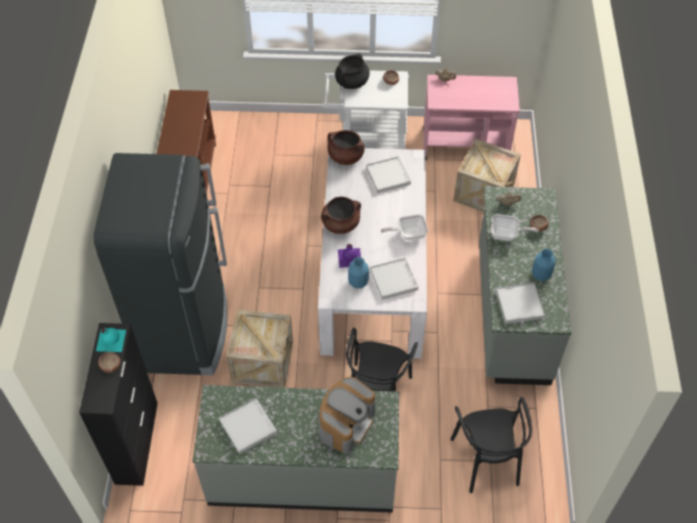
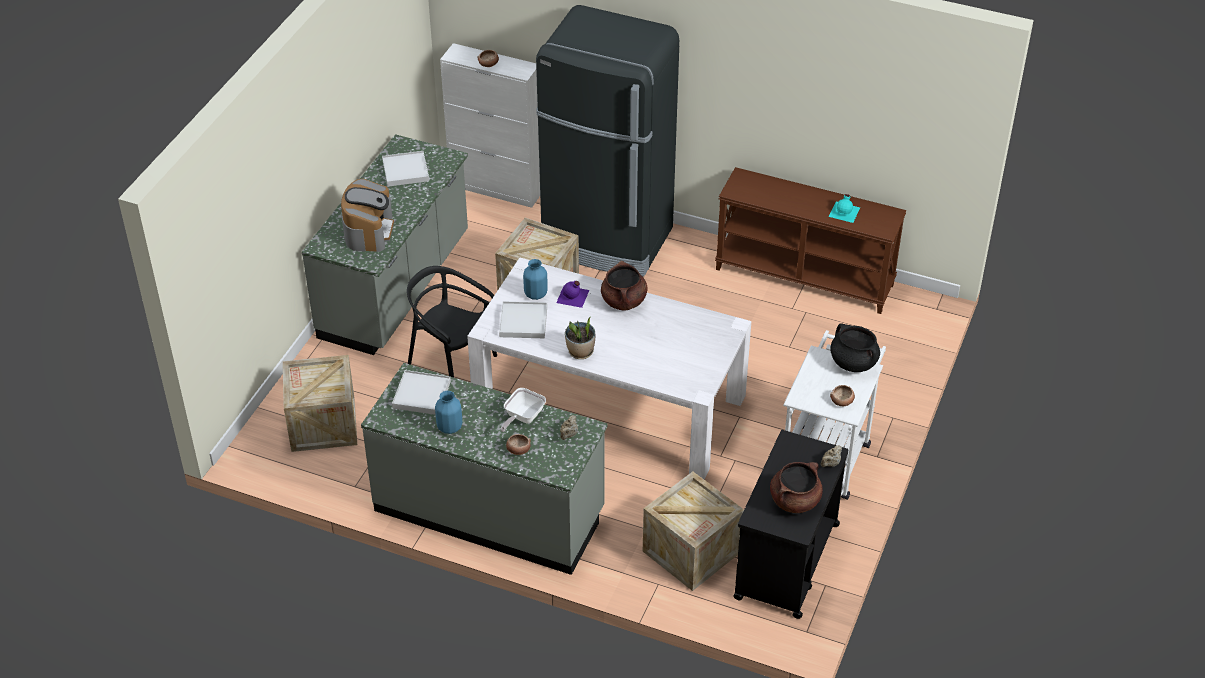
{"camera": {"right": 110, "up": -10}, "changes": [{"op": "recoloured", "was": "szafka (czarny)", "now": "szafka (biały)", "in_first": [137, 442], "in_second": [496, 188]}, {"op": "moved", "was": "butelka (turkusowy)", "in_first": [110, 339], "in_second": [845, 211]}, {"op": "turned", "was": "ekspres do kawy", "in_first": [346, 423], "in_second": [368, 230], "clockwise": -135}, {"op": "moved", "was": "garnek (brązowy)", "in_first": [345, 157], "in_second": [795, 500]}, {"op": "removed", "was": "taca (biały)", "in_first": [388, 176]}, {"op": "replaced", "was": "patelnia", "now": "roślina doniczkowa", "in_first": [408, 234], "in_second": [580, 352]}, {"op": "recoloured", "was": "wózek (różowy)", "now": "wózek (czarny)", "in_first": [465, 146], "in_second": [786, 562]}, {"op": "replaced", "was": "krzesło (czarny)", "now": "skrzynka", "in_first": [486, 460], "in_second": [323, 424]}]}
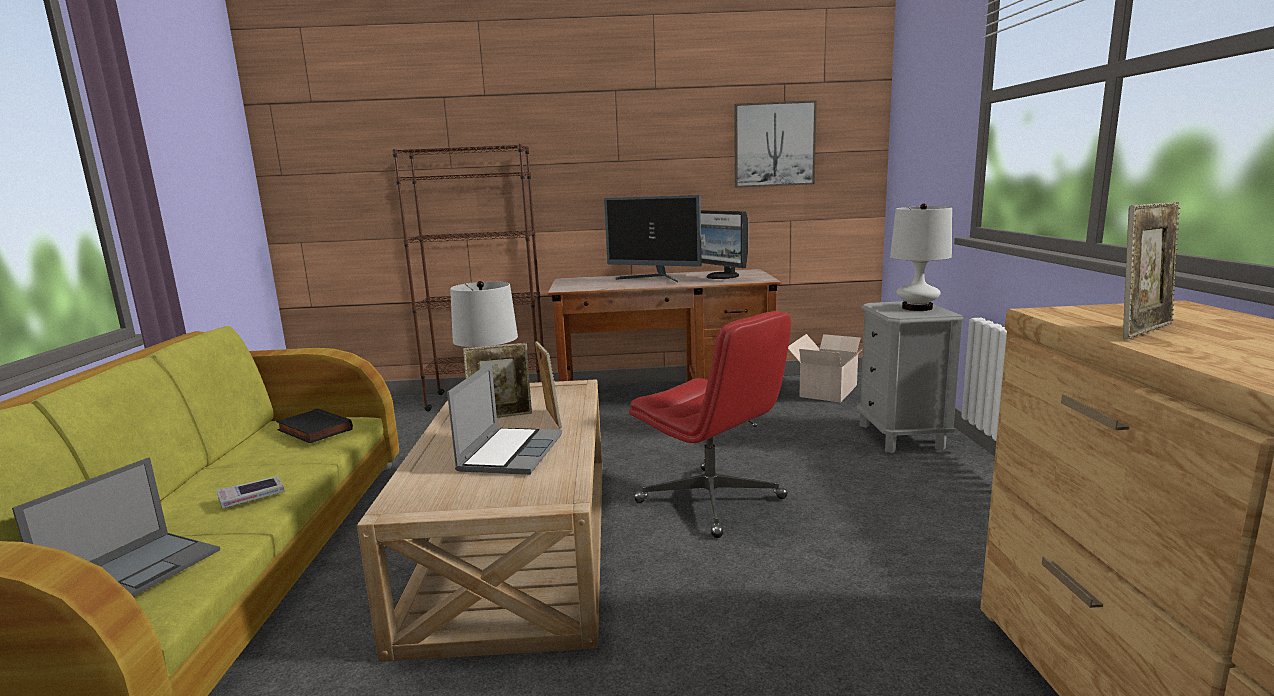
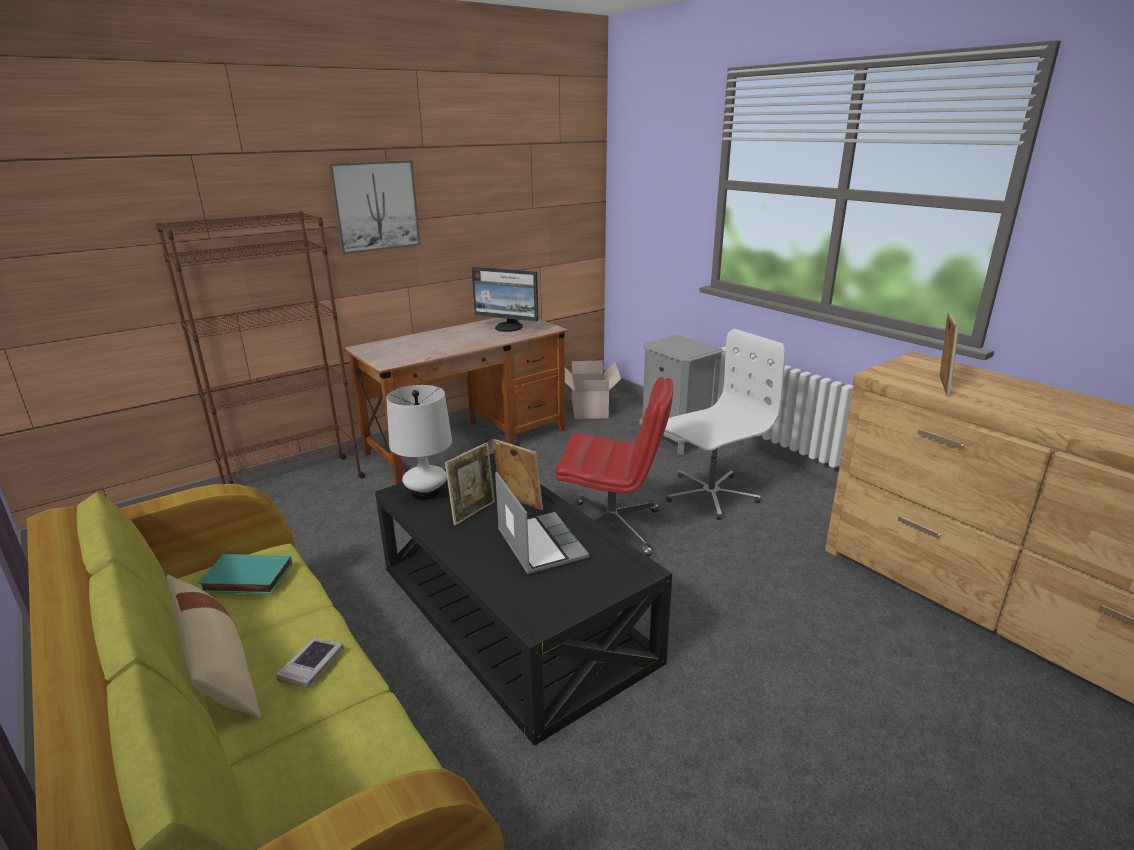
{"camera": {"right": -35, "up": 10}, "changes": [{"op": "removed", "was": "laptop", "in_first": [135, 571]}, {"op": "recoloured", "was": "książka (czarny)", "now": "książka (turkusowy)", "in_first": [313, 430], "in_second": [246, 579]}, {"op": "recoloured", "was": "ława (beżowy)", "now": "ława (czarny)", "in_first": [515, 541], "in_second": [511, 613]}, {"op": "removed", "was": "monitor", "in_first": [655, 279]}, {"op": "moved", "was": "obraz", "in_first": [774, 144], "in_second": [375, 206]}, {"op": "removed", "was": "lampa stołowa (biały)", "in_first": [917, 308]}, {"op": "added", "now": "poduszka (beżowy)", "in_second": [219, 670]}, {"op": "added", "now": "krzesło biurowe (biały)", "in_second": [710, 494]}]}
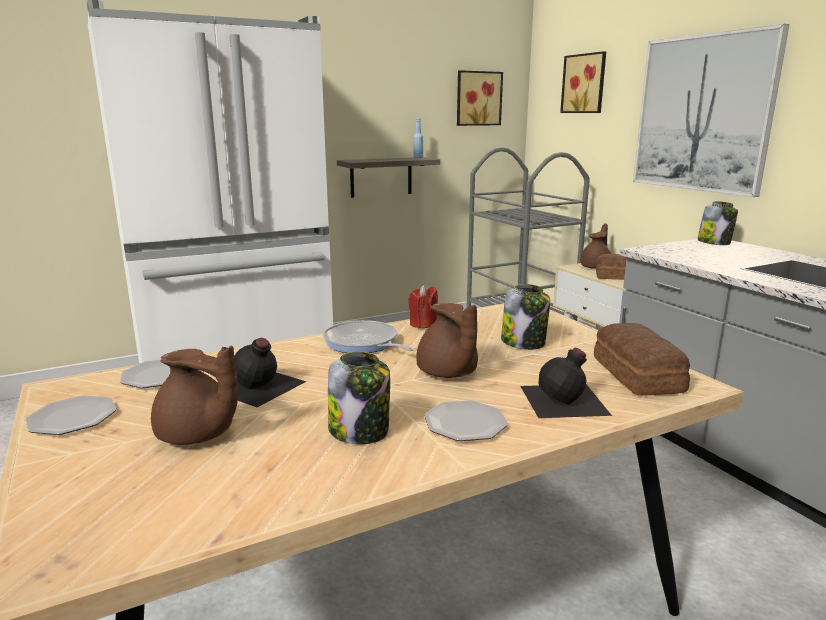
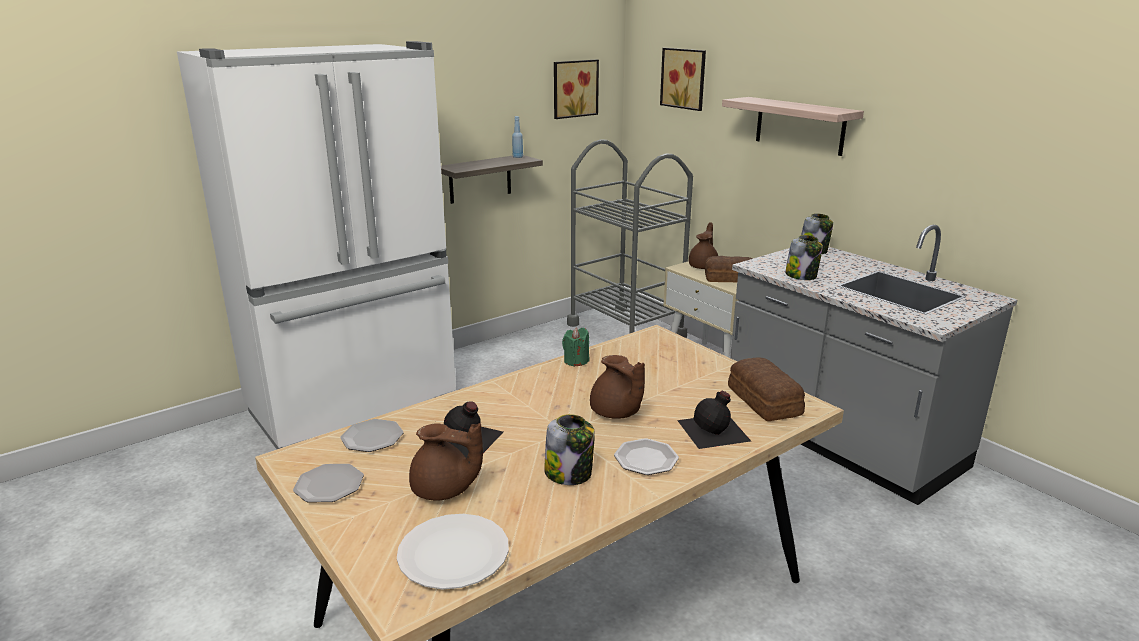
{"camera": {"right": -10, "up": 5}, "changes": [{"op": "removed", "was": "patelnia", "in_first": [363, 343]}, {"op": "recoloured", "was": "świeca (czerwony)", "now": "świeca (zielony)", "in_first": [423, 324], "in_second": [576, 361]}, {"op": "moved", "was": "słoik", "in_first": [524, 343], "in_second": [801, 276]}, {"op": "replaced", "was": "obraz", "now": "półka", "in_first": [702, 114], "in_second": [799, 125]}, {"op": "added", "now": "talerz (biały)", "in_second": [454, 553]}]}
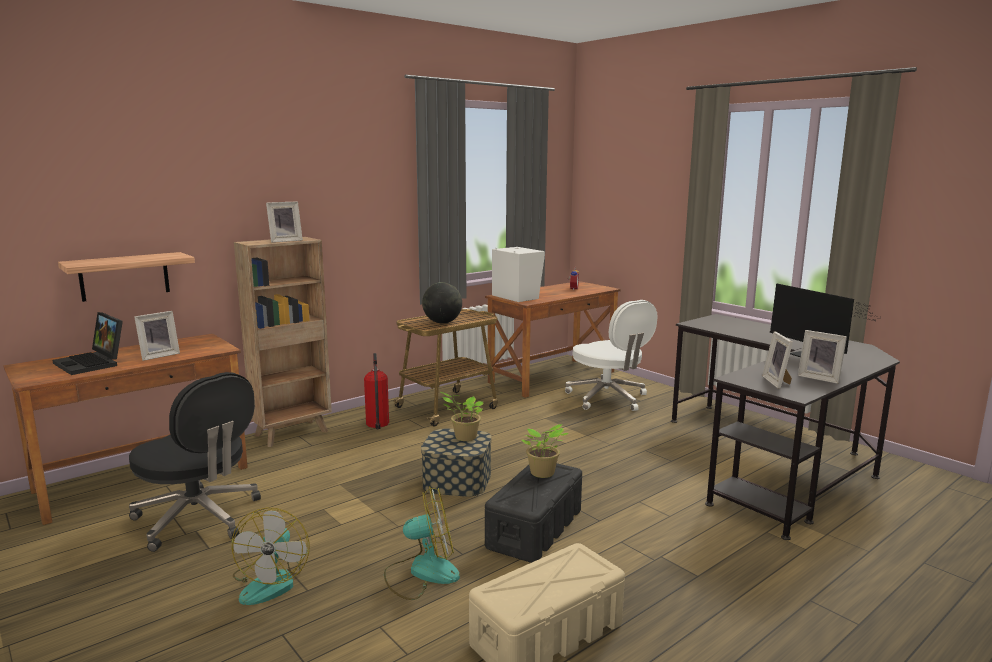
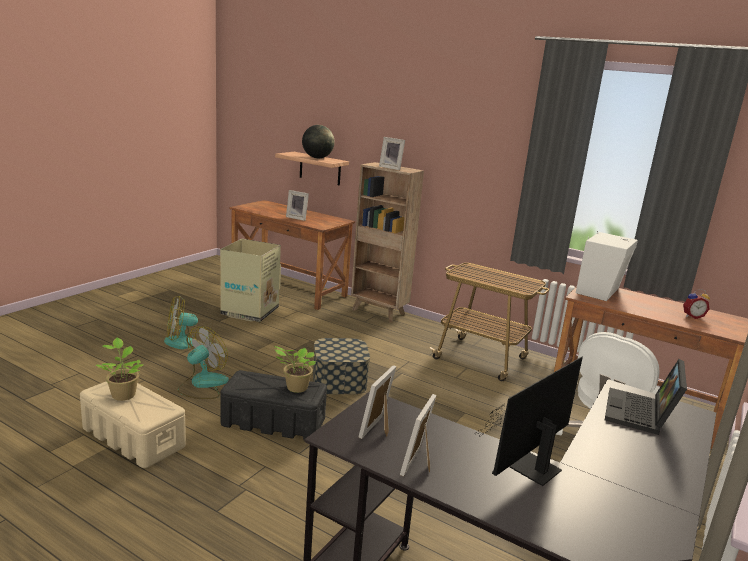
{"camera": {"right": 70, "up": 5}, "changes": [{"op": "moved", "was": "laptop", "in_first": [93, 363], "in_second": [641, 415]}, {"op": "replaced", "was": "krzesło biurowe (czarny)", "now": "karton", "in_first": [199, 518], "in_second": [249, 311]}, {"op": "removed", "was": "gaśnica", "in_first": [378, 424]}, {"op": "turned", "was": "wentylator", "in_first": [422, 572], "in_second": [202, 384], "clockwise": -120}, {"op": "moved", "was": "globus", "in_first": [442, 323], "in_second": [317, 158]}, {"op": "moved", "was": "roślina doniczkowa", "in_first": [464, 437], "in_second": [123, 394]}, {"op": "turned", "was": "ramka na zdjęcie", "in_first": [778, 382], "in_second": [379, 429], "clockwise": -45}]}
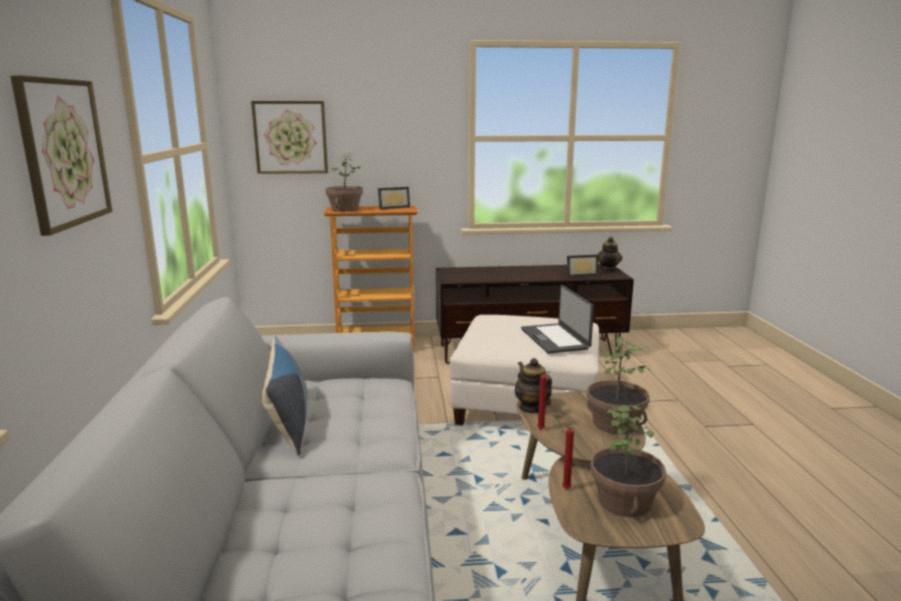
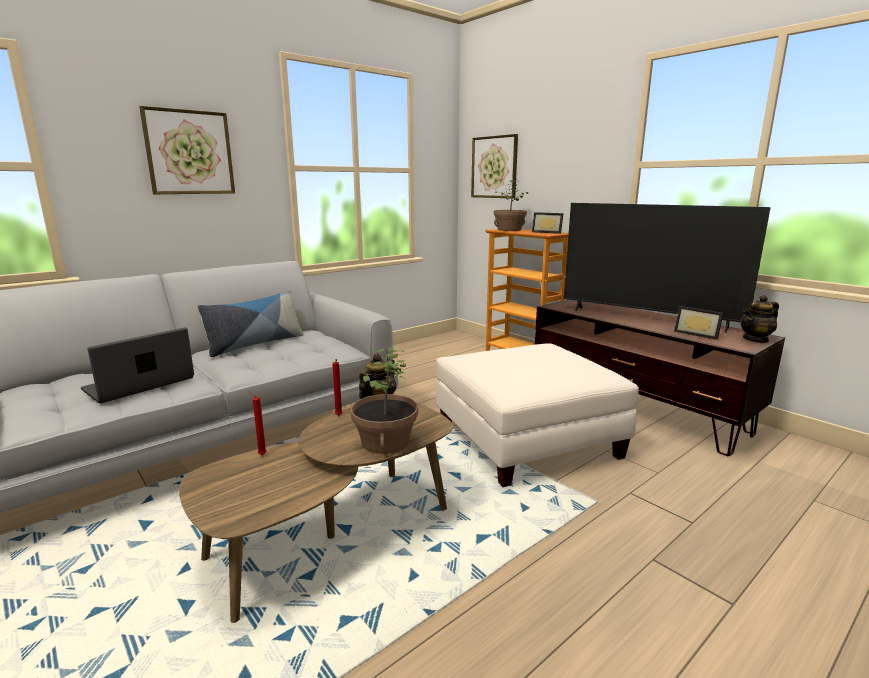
{"camera": {"right": 55, "up": 0}, "changes": [{"op": "moved", "was": "laptop", "in_first": [555, 339], "in_second": [140, 384]}, {"op": "removed", "was": "roślina doniczkowa", "in_first": [625, 501]}, {"op": "added", "now": "telewizor", "in_second": [646, 318]}]}
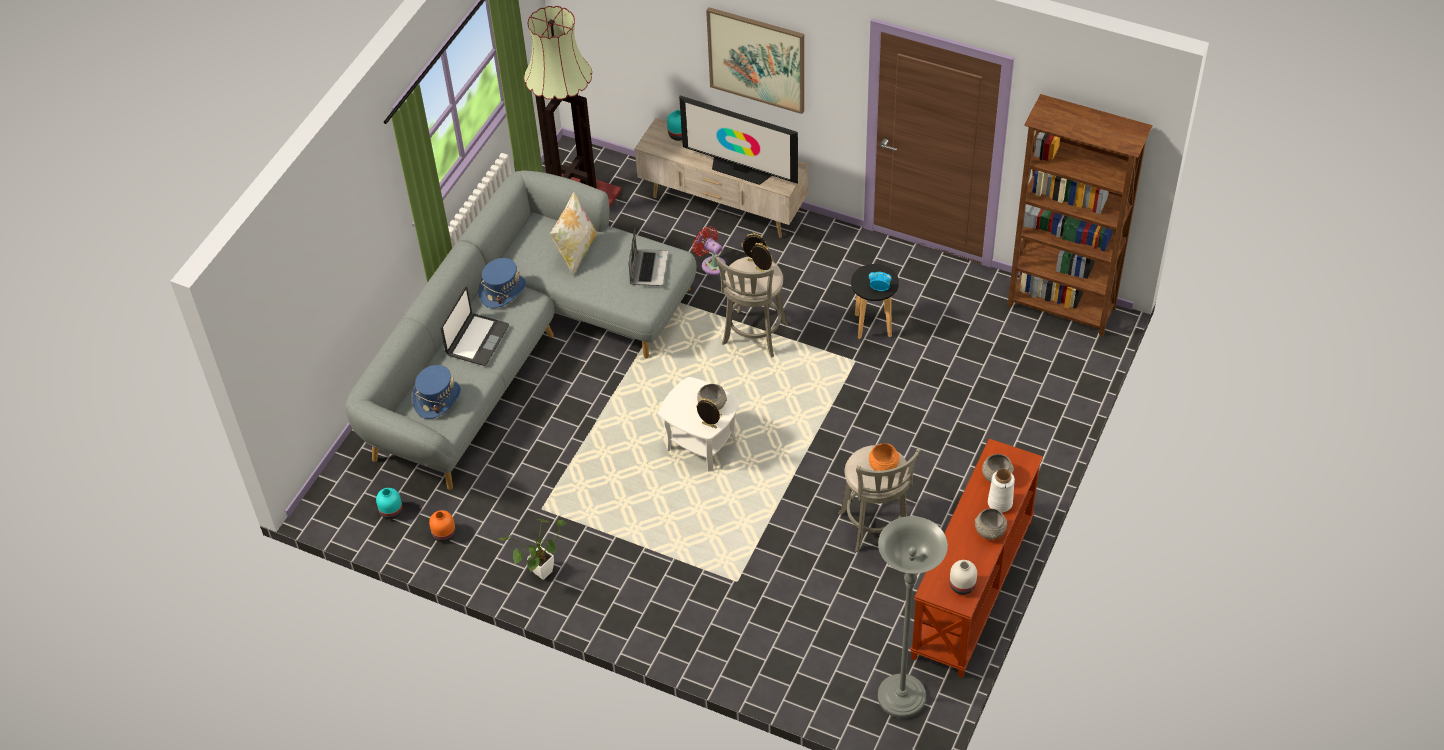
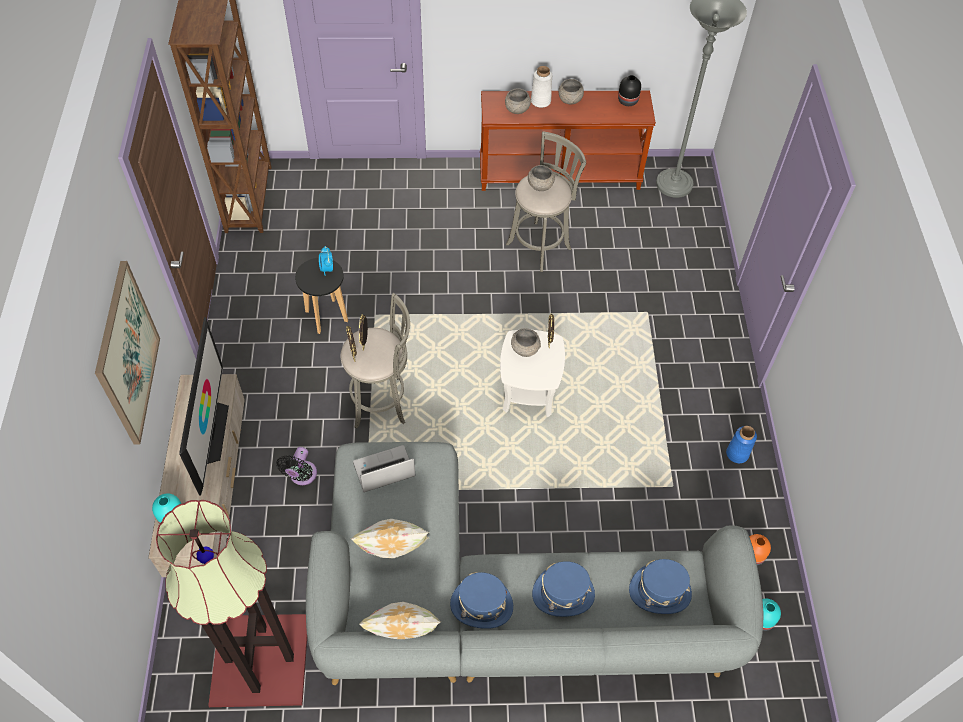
{"camera": {"right": -120, "up": 5}, "changes": [{"op": "replaced", "was": "laptop", "now": "kapelusz (niebieski)", "in_first": [477, 340], "in_second": [563, 594]}, {"op": "replaced", "was": "roślina doniczkowa", "now": "wazon (niebieski)", "in_first": [539, 575], "in_second": [737, 454]}, {"op": "recoloured", "was": "wentylator (czerwony)", "now": "wentylator (czarny)", "in_first": [711, 264], "in_second": [302, 476]}, {"op": "recoloured", "was": "miska (pomarańczowy)", "now": "miska (szary)", "in_first": [884, 466], "in_second": [540, 185]}, {"op": "recoloured", "was": "wazon (biały)", "now": "wazon (czarny)", "in_first": [962, 586], "in_second": [628, 101]}, {"op": "added", "now": "poduszka", "in_second": [403, 634]}]}
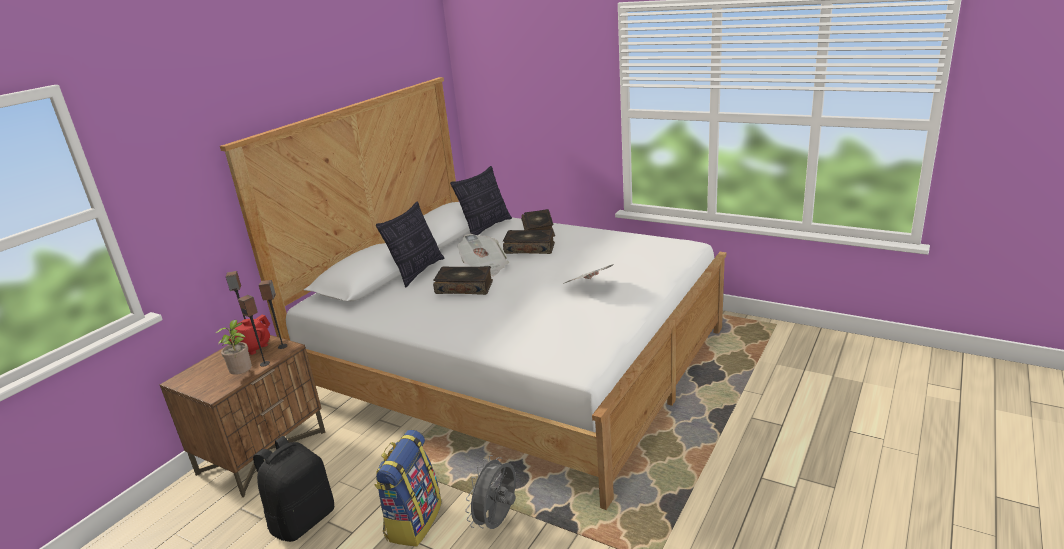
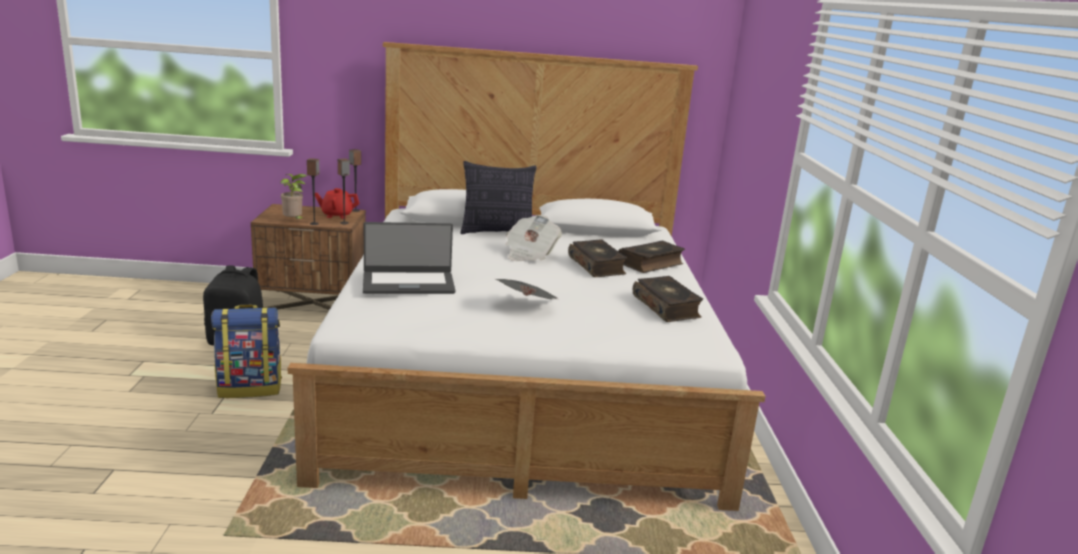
{"camera": {"right": 55, "up": -5}, "changes": [{"op": "moved", "was": "książka", "in_first": [464, 287], "in_second": [666, 307]}, {"op": "removed", "was": "poduszka", "in_first": [486, 227]}, {"op": "removed", "was": "wentylator (szary)", "in_first": [498, 521]}, {"op": "added", "now": "laptop", "in_second": [408, 283]}]}
